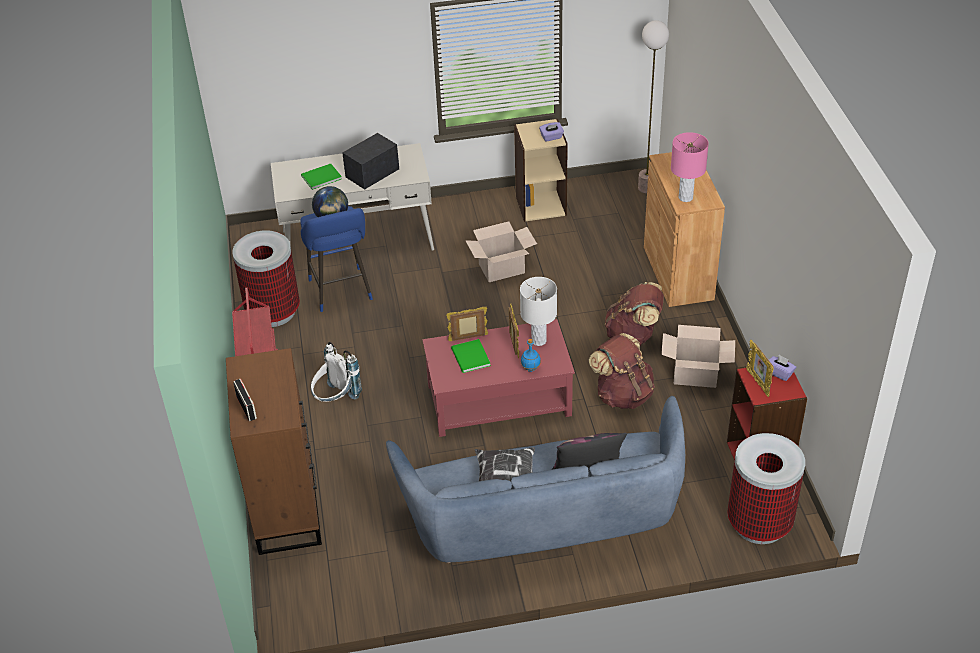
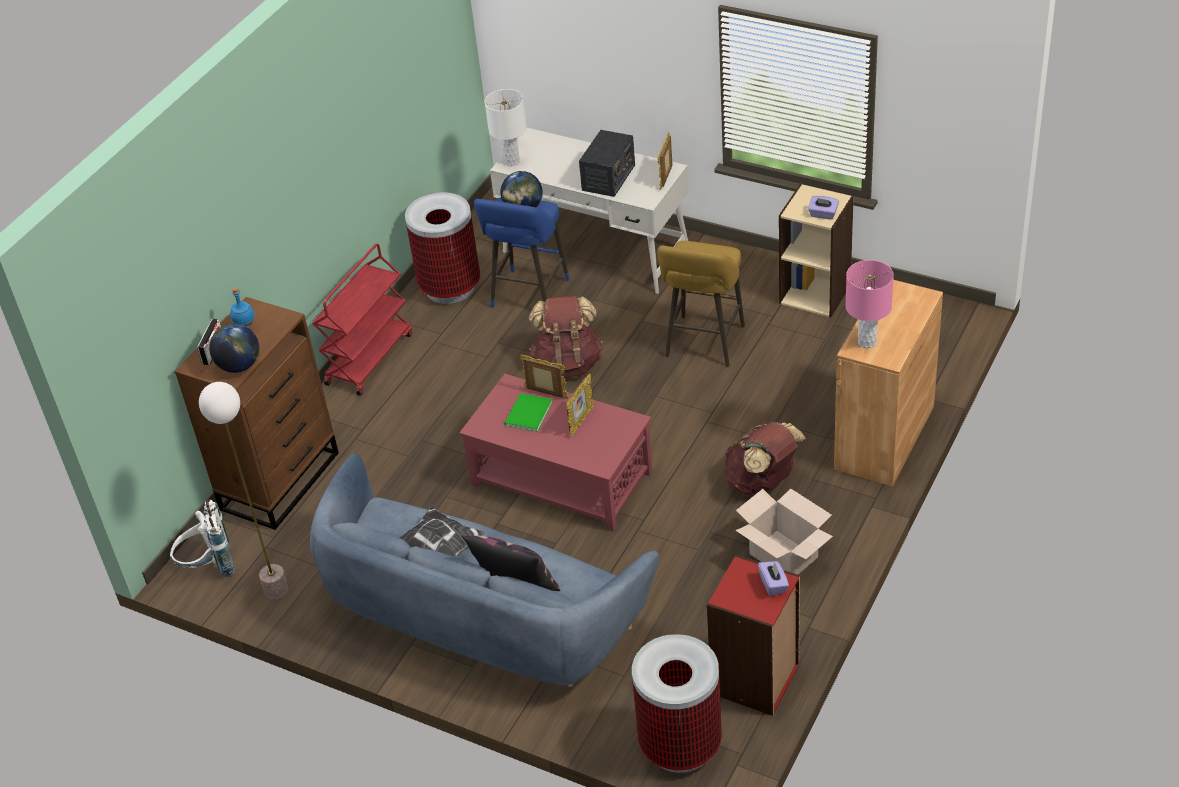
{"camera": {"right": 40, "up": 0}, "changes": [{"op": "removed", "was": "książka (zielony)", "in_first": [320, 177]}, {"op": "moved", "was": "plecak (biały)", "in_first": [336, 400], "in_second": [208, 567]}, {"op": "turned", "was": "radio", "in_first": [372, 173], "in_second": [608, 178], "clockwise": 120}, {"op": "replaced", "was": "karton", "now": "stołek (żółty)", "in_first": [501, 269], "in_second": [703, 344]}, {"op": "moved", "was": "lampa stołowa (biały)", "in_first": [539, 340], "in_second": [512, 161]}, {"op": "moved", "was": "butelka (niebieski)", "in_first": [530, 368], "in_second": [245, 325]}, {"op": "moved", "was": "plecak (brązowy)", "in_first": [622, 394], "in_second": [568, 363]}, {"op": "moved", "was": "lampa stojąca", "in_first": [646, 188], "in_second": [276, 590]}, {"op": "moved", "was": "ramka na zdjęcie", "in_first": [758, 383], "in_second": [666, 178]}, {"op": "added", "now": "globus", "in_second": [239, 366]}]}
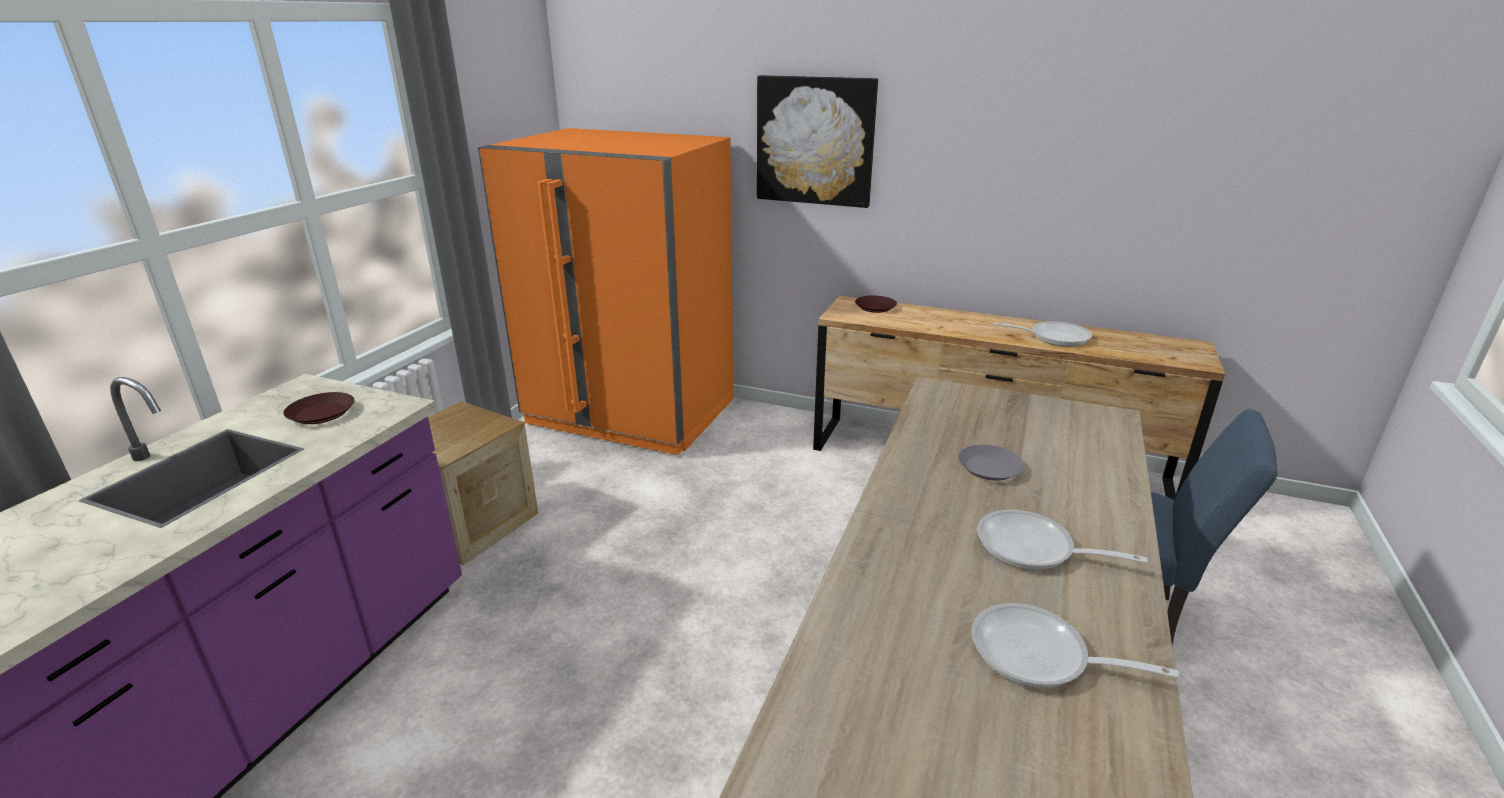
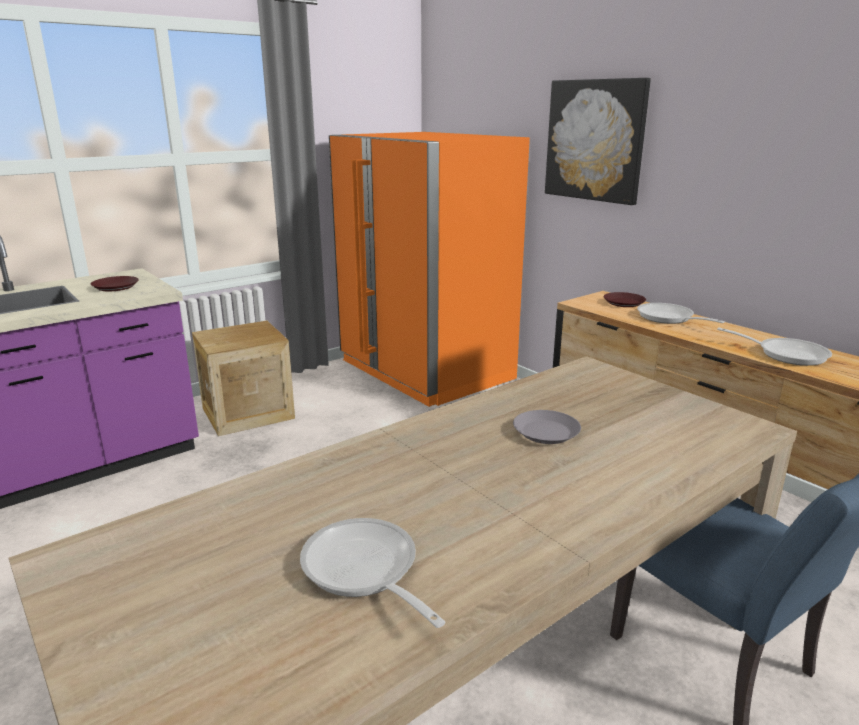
{"camera": {"right": 30, "up": -5}, "changes": [{"op": "moved", "was": "patelnia", "in_first": [1033, 549], "in_second": [668, 318]}]}
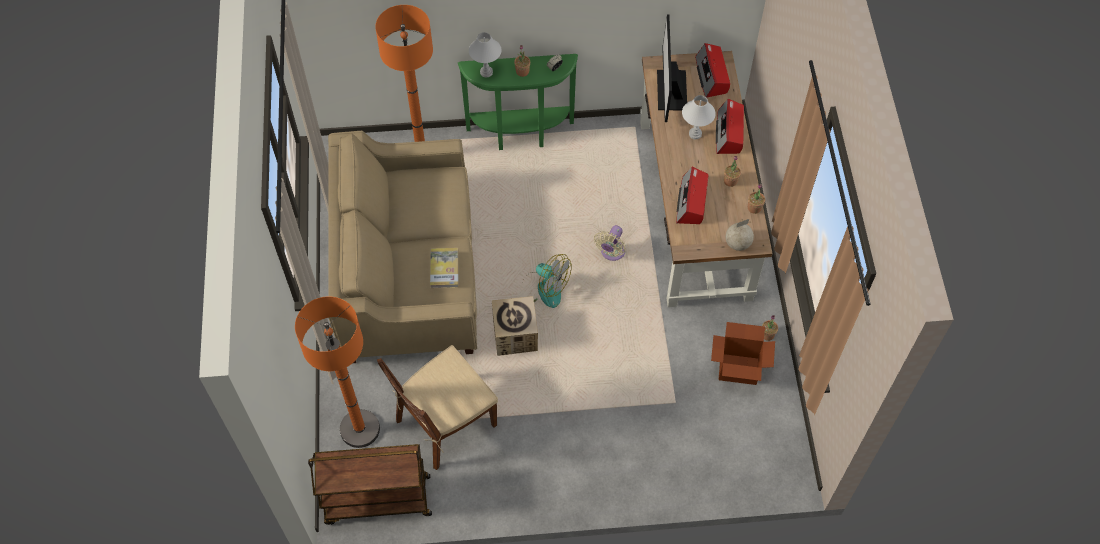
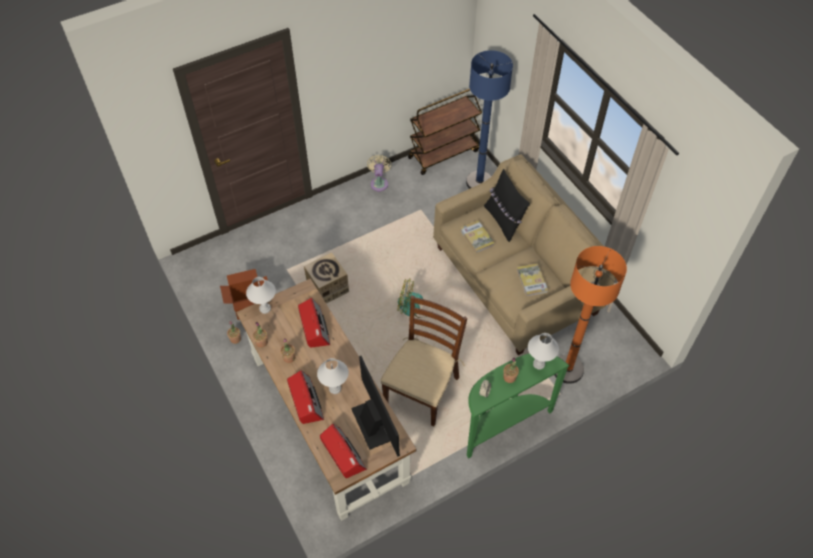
{"camera": {"right": 155, "up": -5}, "changes": [{"op": "recoloured", "was": "lampa stojąca (pomarańczowy)", "now": "lampa stojąca (niebieski)", "in_first": [360, 429], "in_second": [479, 182]}, {"op": "moved", "was": "krzesło (brązowy)", "in_first": [445, 423], "in_second": [422, 390]}, {"op": "moved", "was": "karton", "in_first": [515, 335], "in_second": [327, 288]}, {"op": "moved", "was": "wentylator (beżowy)", "in_first": [611, 253], "in_second": [379, 182]}, {"op": "replaced", "was": "globus", "now": "lampa stołowa (biały)", "in_first": [738, 244], "in_second": [265, 308]}, {"op": "added", "now": "poduszka (czarny)", "in_second": [503, 221]}, {"op": "added", "now": "książka", "in_second": [531, 281]}]}
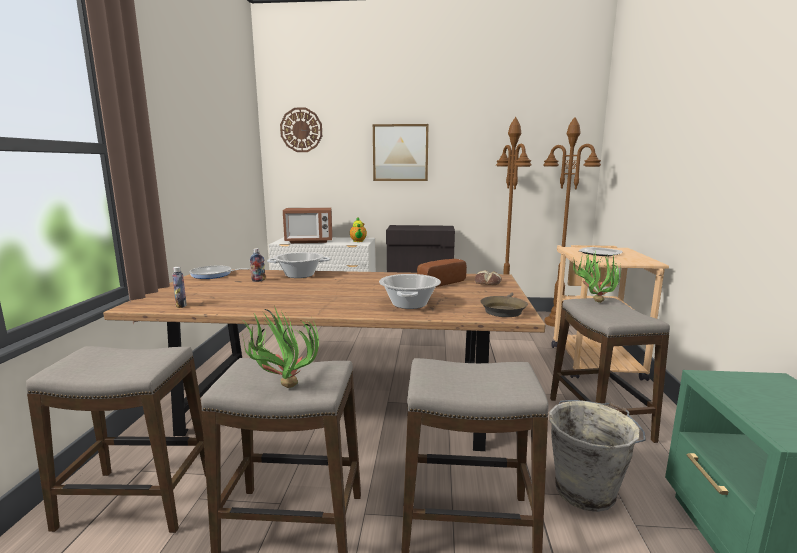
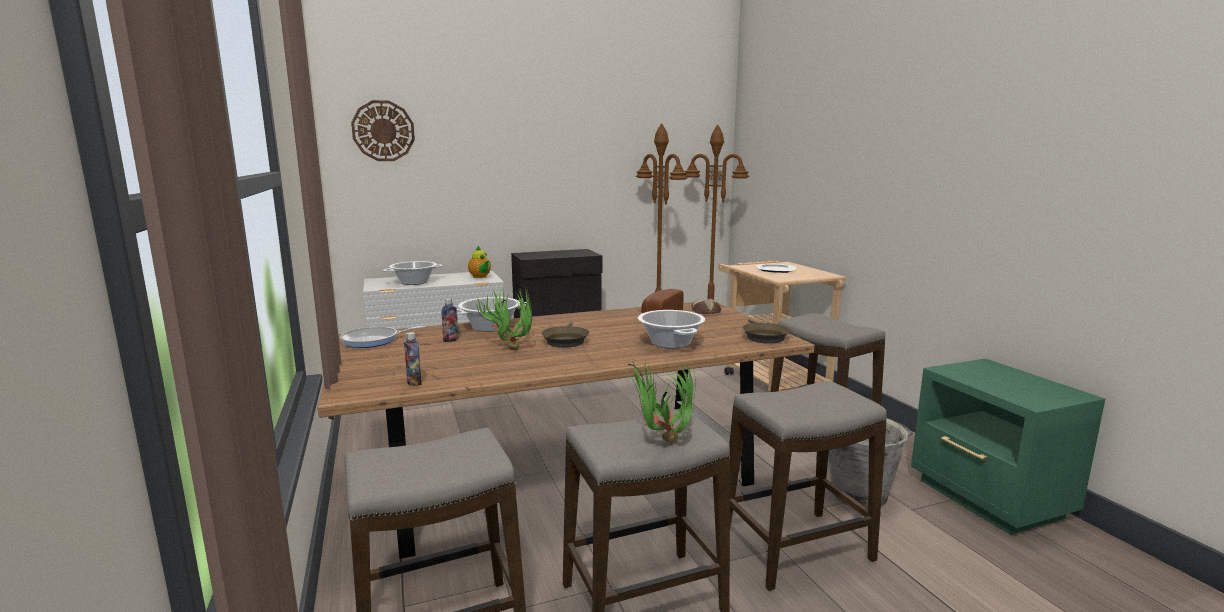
{"camera": {"right": -25, "up": 0}, "changes": [{"op": "replaced", "was": "mikrofalówka", "now": "garnek", "in_first": [309, 241], "in_second": [414, 282]}, {"op": "removed", "was": "obraz", "in_first": [400, 153]}, {"op": "moved", "was": "roślina doniczkowa", "in_first": [593, 300], "in_second": [508, 348]}, {"op": "added", "now": "patelnia (brązowy)", "in_second": [565, 341]}]}
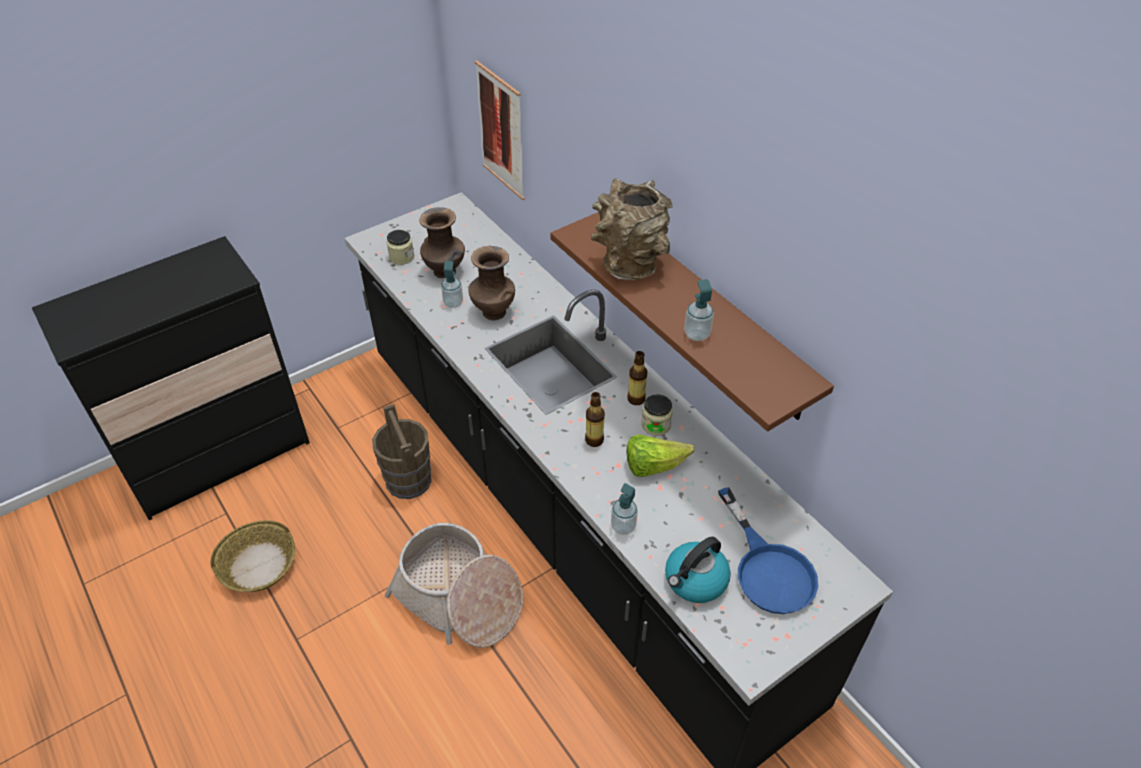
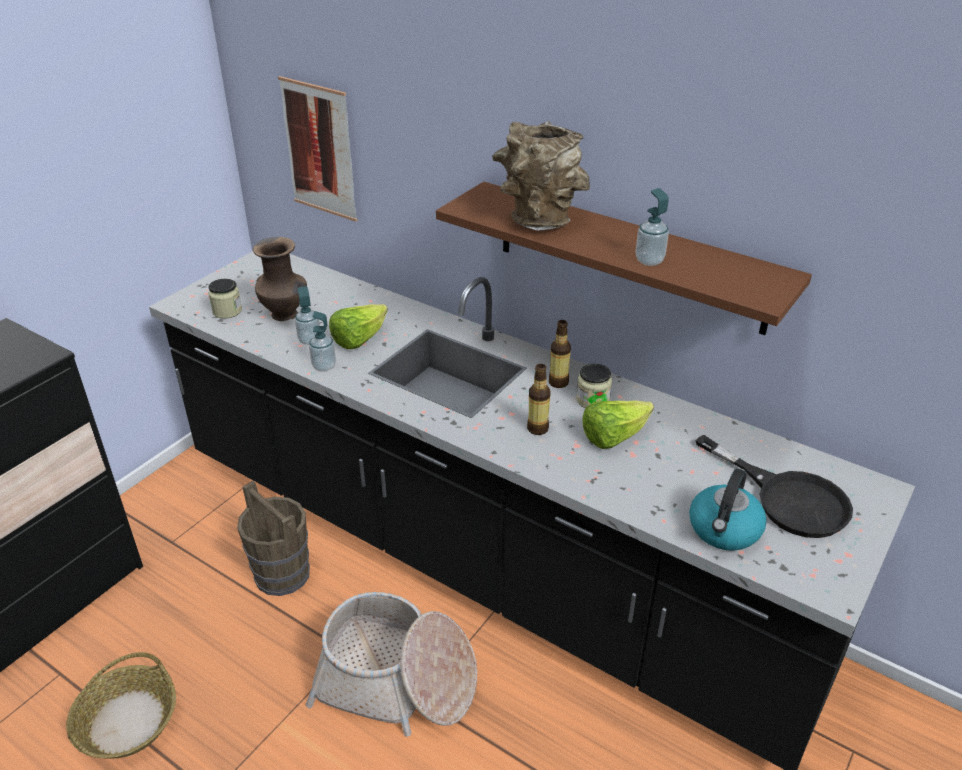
{"camera": {"right": -20, "up": -10}, "changes": [{"op": "replaced", "was": "wazon (brązowy)", "now": "sałata", "in_first": [493, 312], "in_second": [359, 339]}, {"op": "moved", "was": "dozownik mydła", "in_first": [623, 526], "in_second": [324, 366]}, {"op": "recoloured", "was": "patelnia (niebieski)", "now": "patelnia (czarny)", "in_first": [768, 568], "in_second": [787, 498]}]}
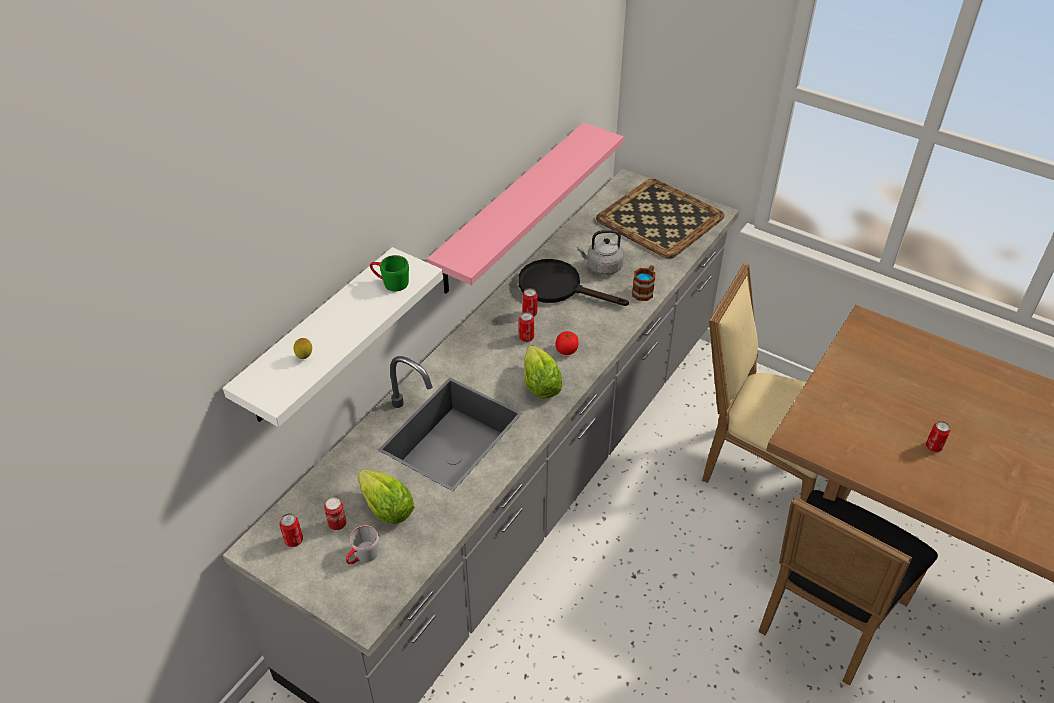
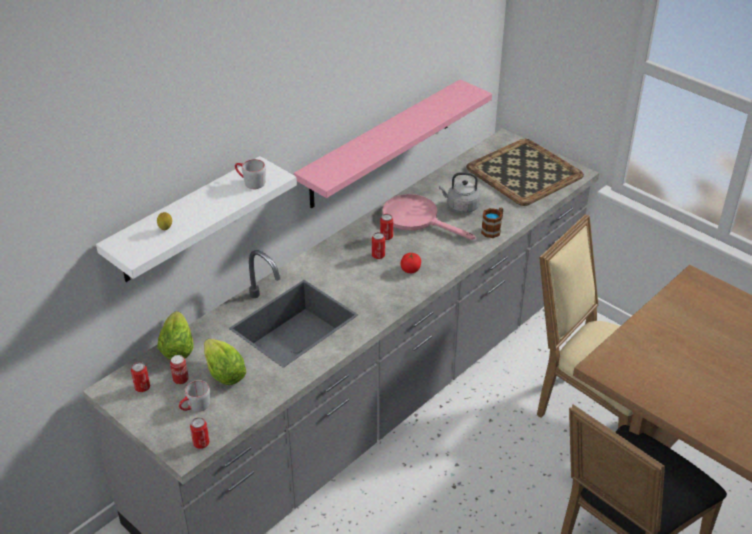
{"camera": {"right": 10, "up": -5}, "changes": [{"op": "recoloured", "was": "kubek (zielony)", "now": "kubek (szary)", "in_first": [390, 282], "in_second": [250, 182]}, {"op": "recoloured", "was": "patelnia (czarny)", "now": "patelnia (różowy)", "in_first": [558, 287], "in_second": [417, 219]}, {"op": "moved", "was": "sałata", "in_first": [540, 385], "in_second": [177, 348]}, {"op": "moved", "was": "puszka", "in_first": [933, 446], "in_second": [201, 443]}]}
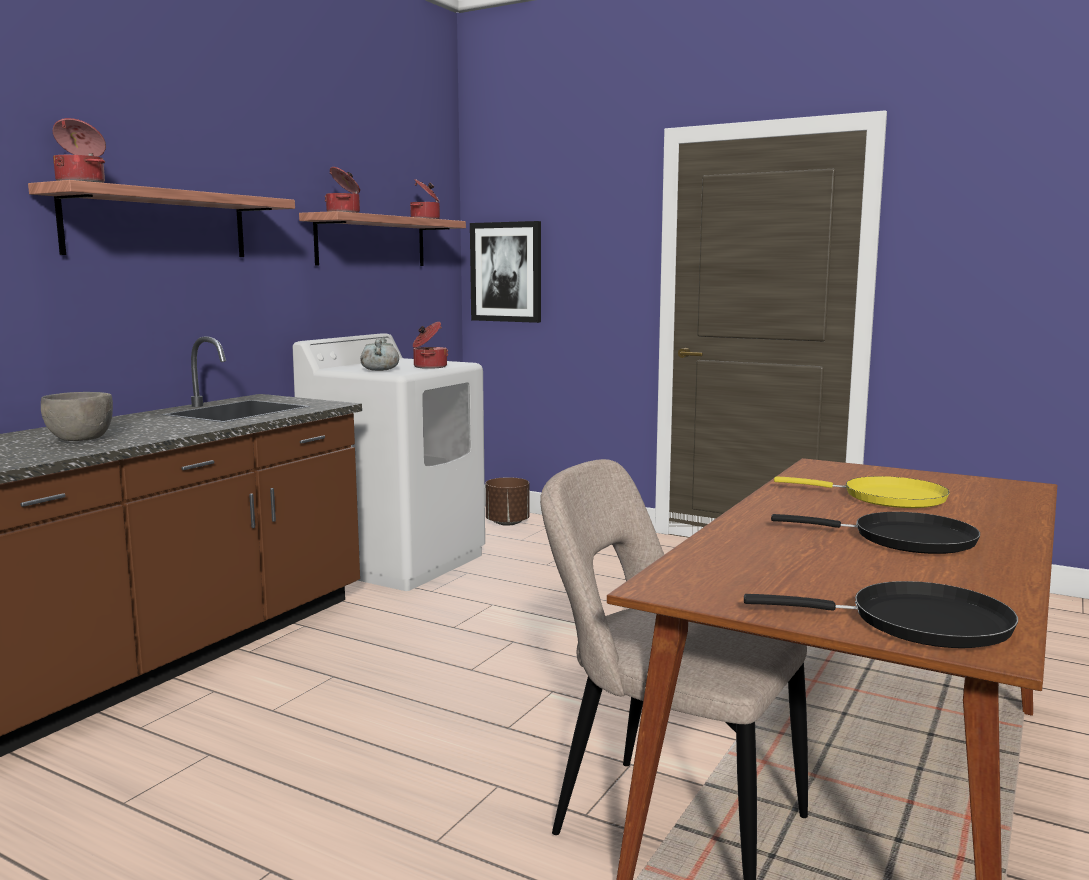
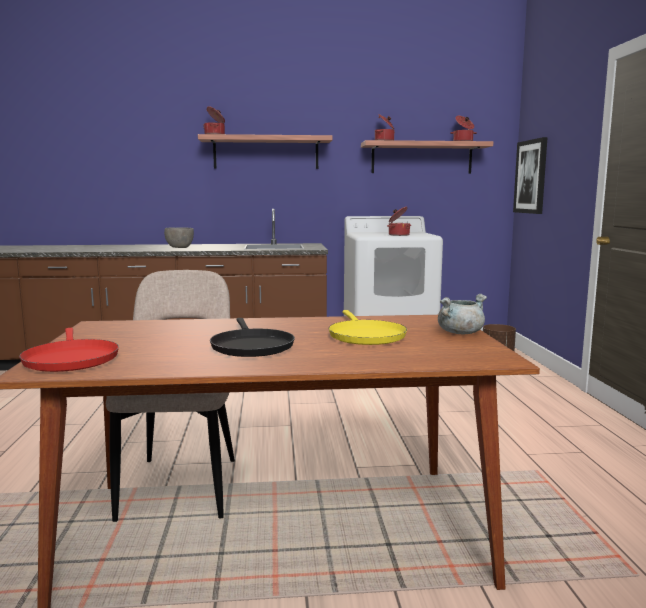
{"camera": {"right": 55, "up": 0}, "changes": [{"op": "moved", "was": "garnek (szary)", "in_first": [379, 370], "in_second": [460, 332]}, {"op": "recoloured", "was": "patelnia (czarny)", "now": "patelnia (czerwony)", "in_first": [918, 623], "in_second": [70, 359]}]}
